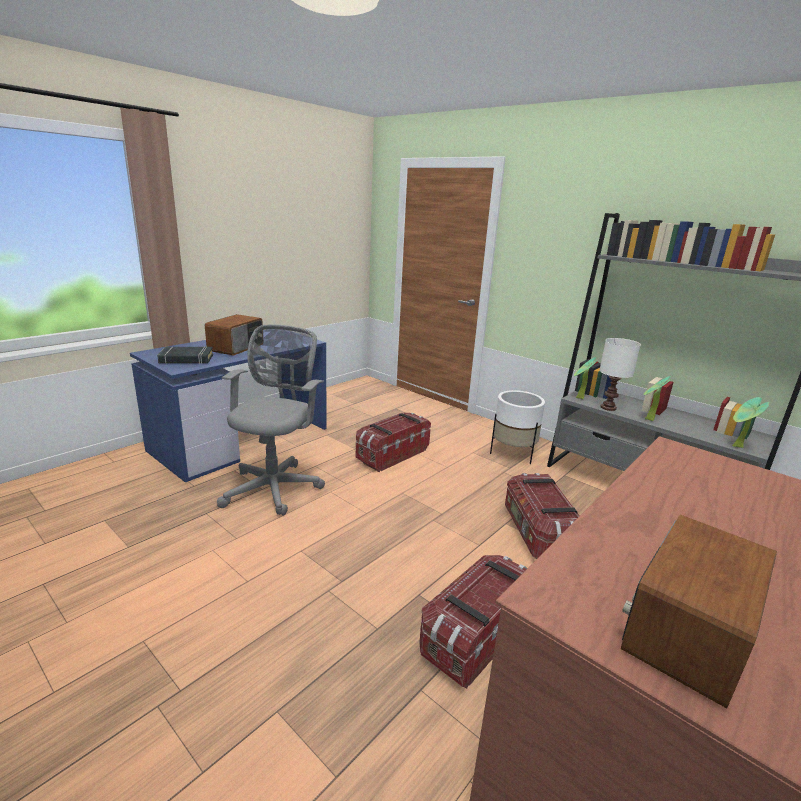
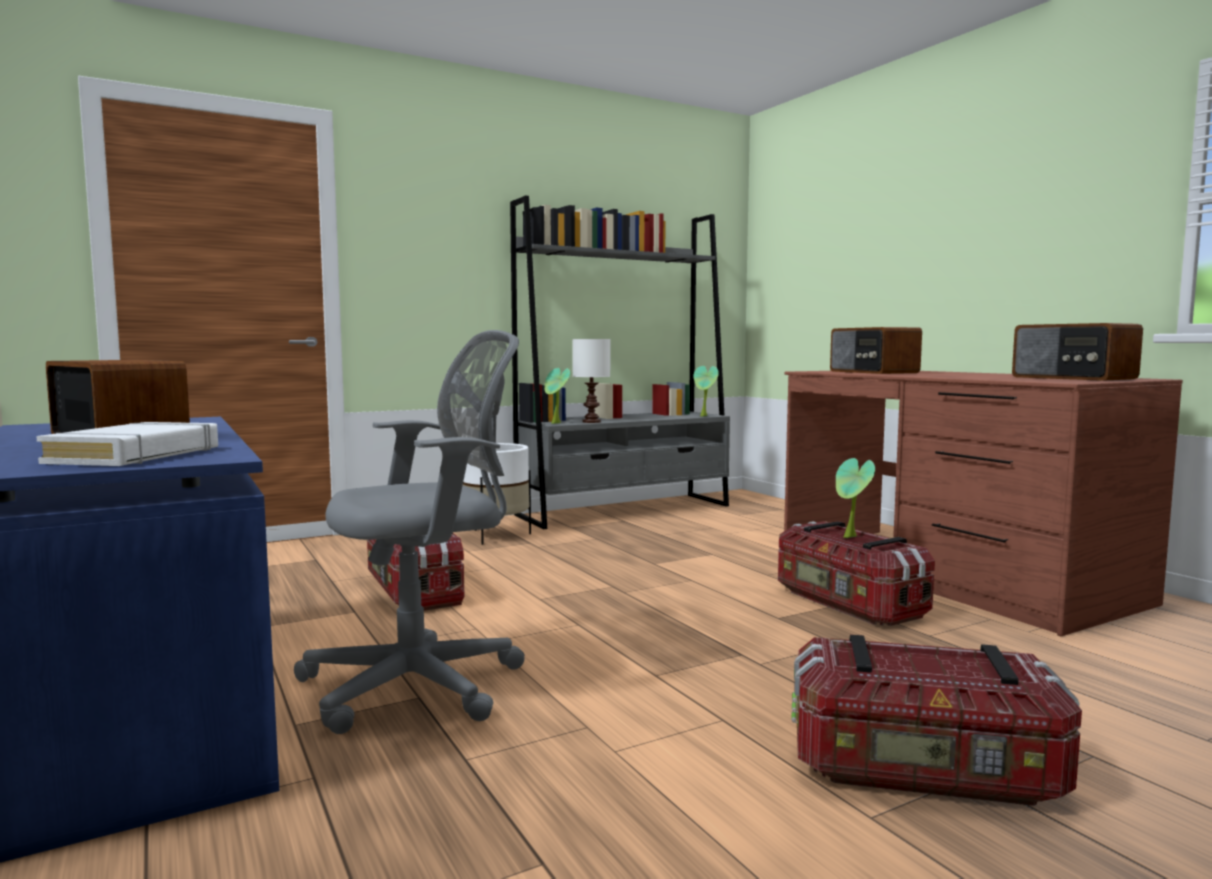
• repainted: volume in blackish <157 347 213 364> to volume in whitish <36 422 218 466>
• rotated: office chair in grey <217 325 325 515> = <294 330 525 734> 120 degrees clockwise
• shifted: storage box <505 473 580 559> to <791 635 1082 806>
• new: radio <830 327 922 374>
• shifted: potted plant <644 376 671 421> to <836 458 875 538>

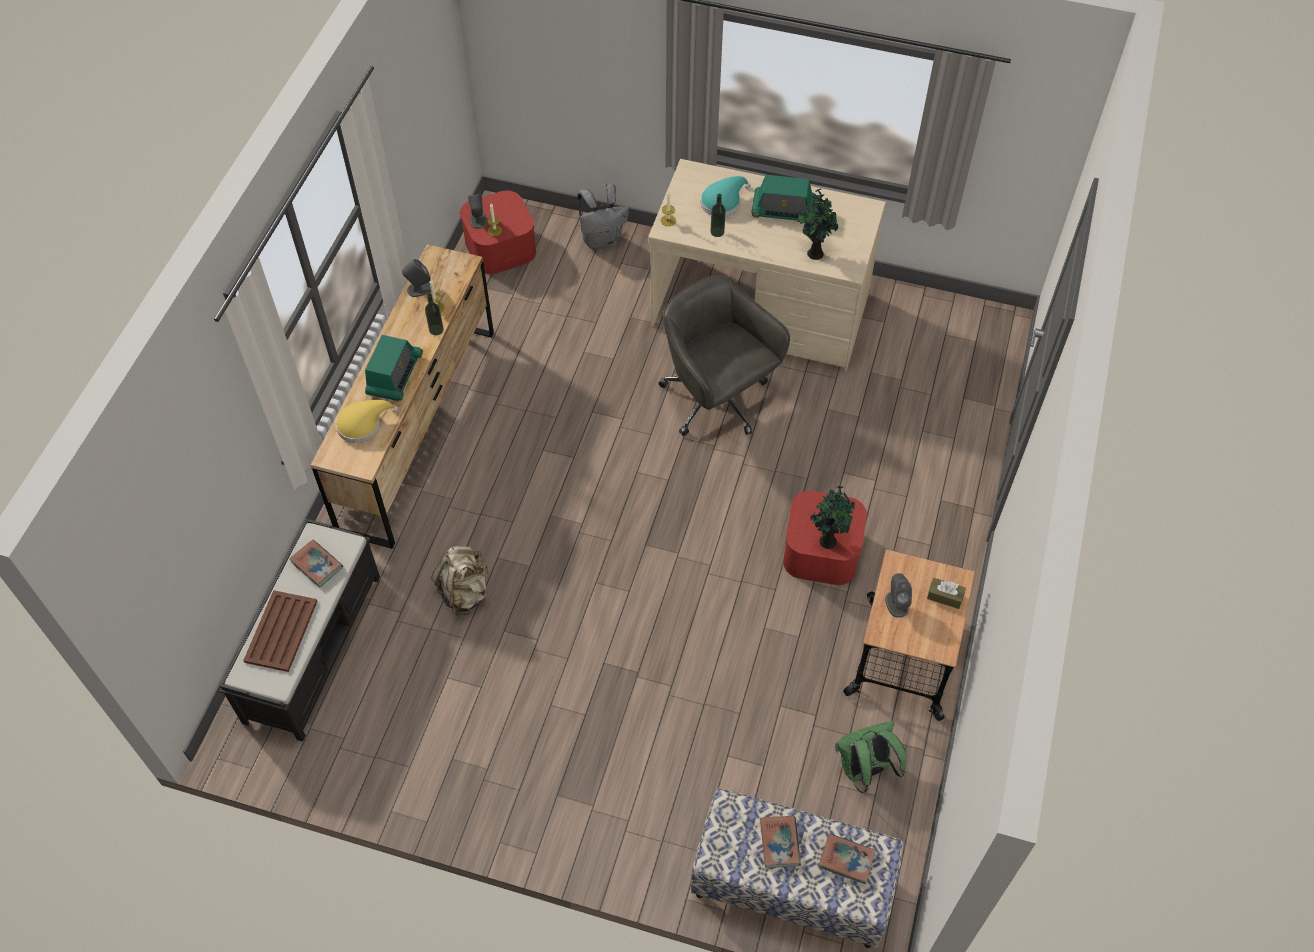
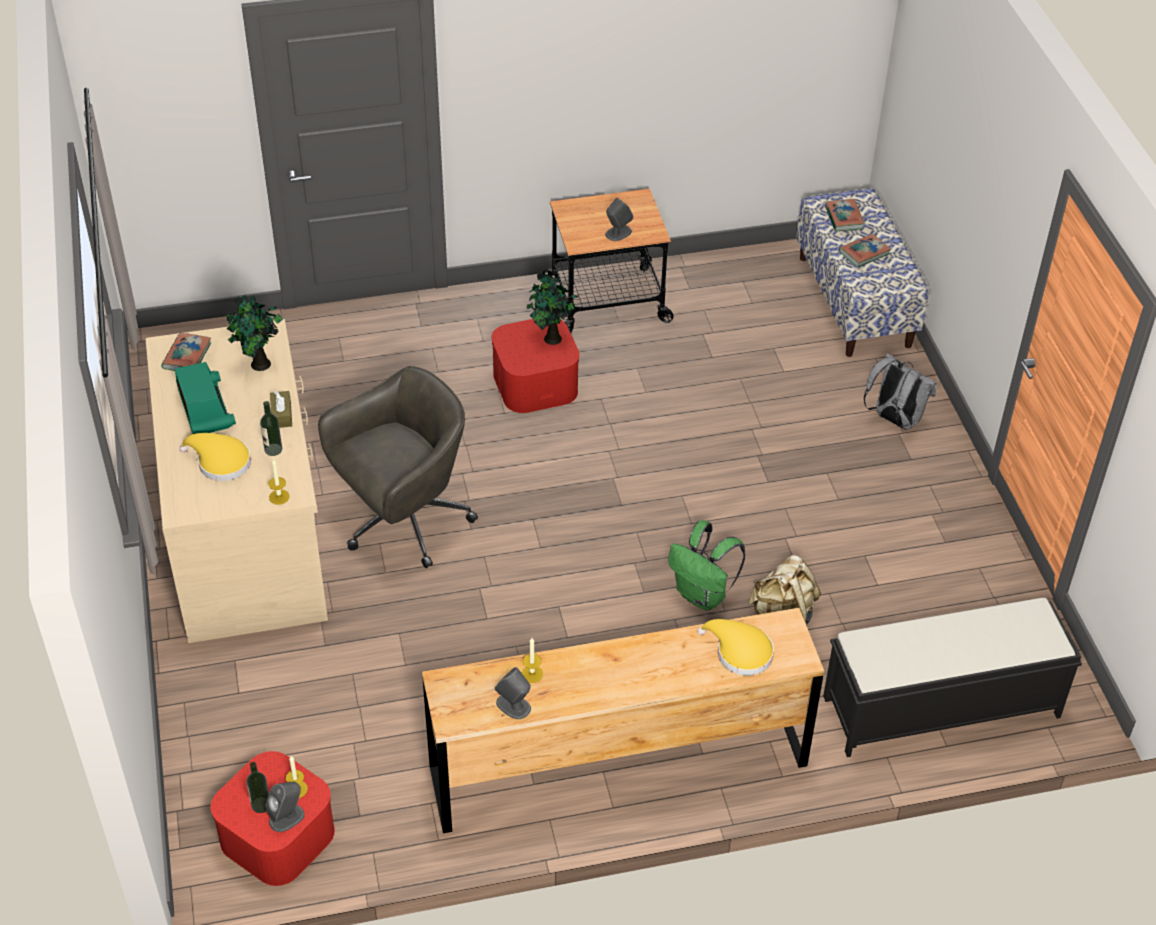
• shifted: volume <289 540 343 587> to <161 333 211 371>
• repainted: clothing hat in blue-green <701 176 750 217> to clothing hat in yellow-coloured <179 433 251 481>
• shifted: bottle <425 293 444 335> to <246 762 269 813>
• shifted: box of tissues in brown-coloured <927 578 966 609> to <270 391 292 428>
• rotated: office chair in grey <659 275 790 436> = <318 366 478 568> 150 degrees counterclockwise
• shifted: backpack in greenish <835 720 907 793> to <668 520 746 611>
• shifted: backpack in grey <577 183 629 250> to <864 353 937 430>
• gone: carrying tray in brown-coloured <243 590 317 672>
• gone: radio <365 335 423 401>

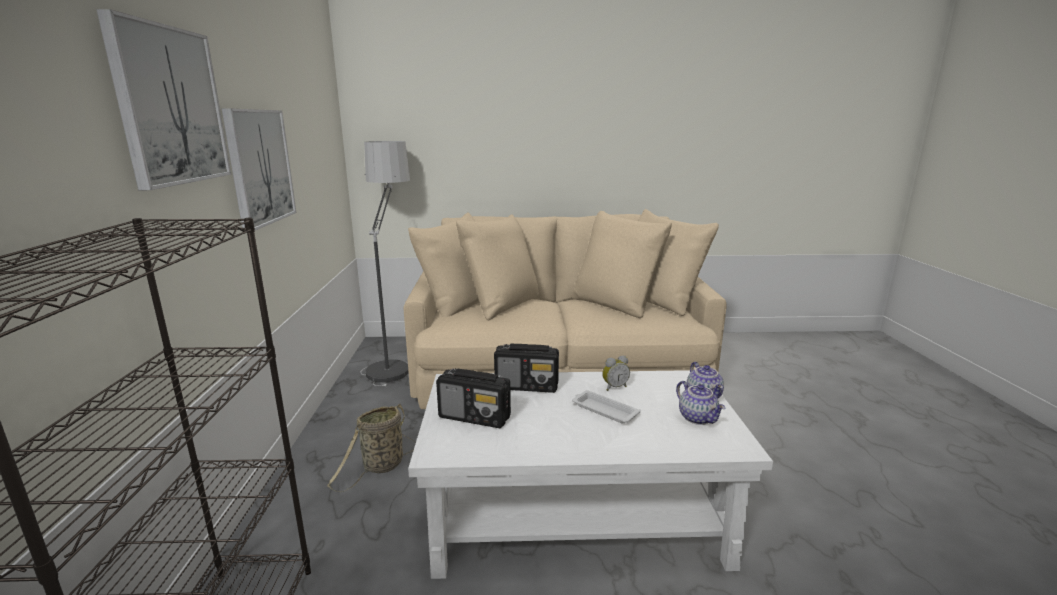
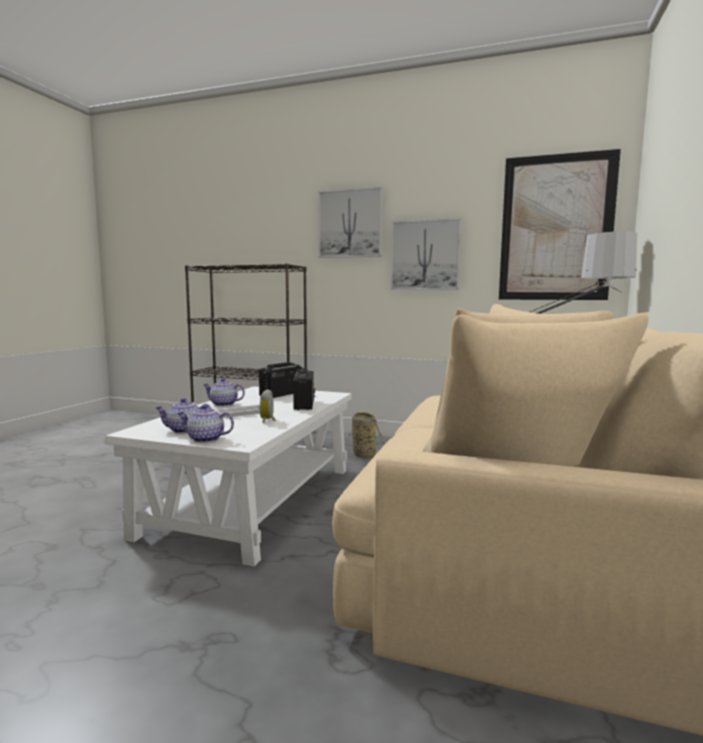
• new: tea pot <203 378 245 407>
• rotated: radio <494 344 559 393> = <293 368 315 410> 150 degrees clockwise
• new: picture <499 149 621 300>

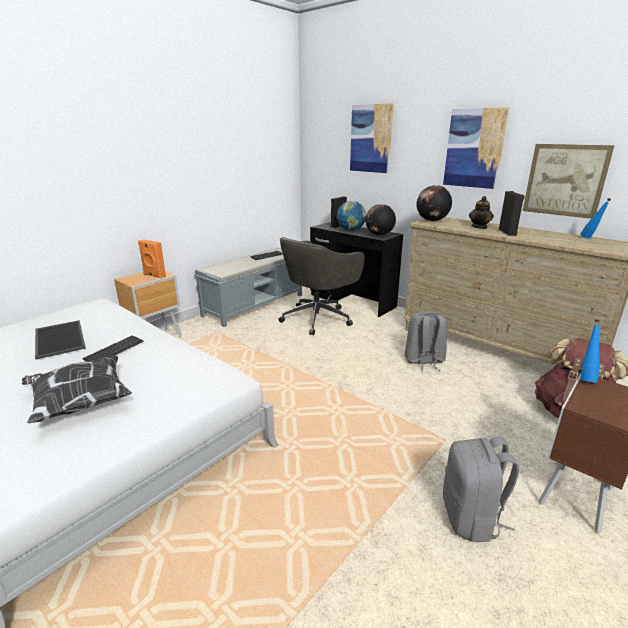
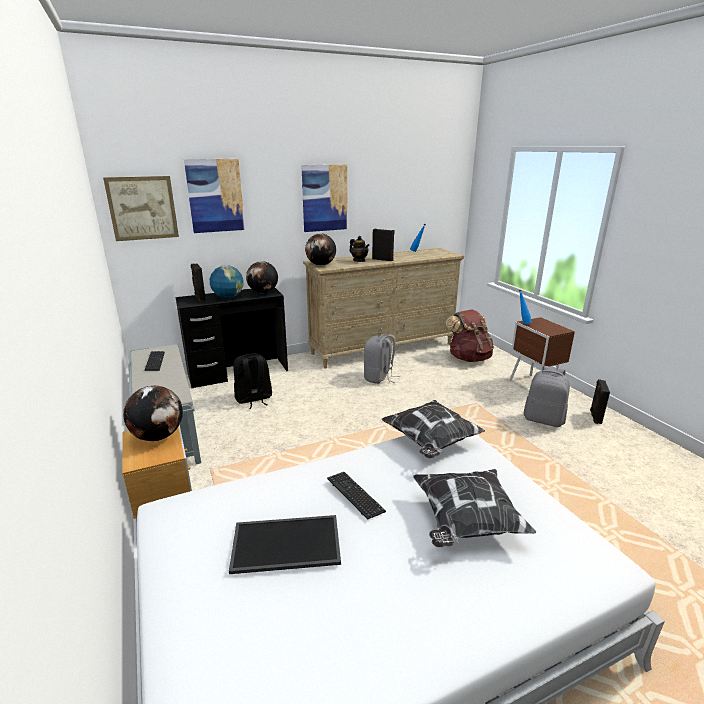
• shifted: picture <523 144 615 219> to <103 176 179 241>
• swapped: audio speaker in orangey <138 239 166 279> to desk globe <123 386 183 441>
• swapped: office chair in grey <279 237 365 335> to backpack in blackish <233 353 272 409>
• new: throw pillow <382 400 485 459>
• new: audio speaker in blackish <590 379 610 424>

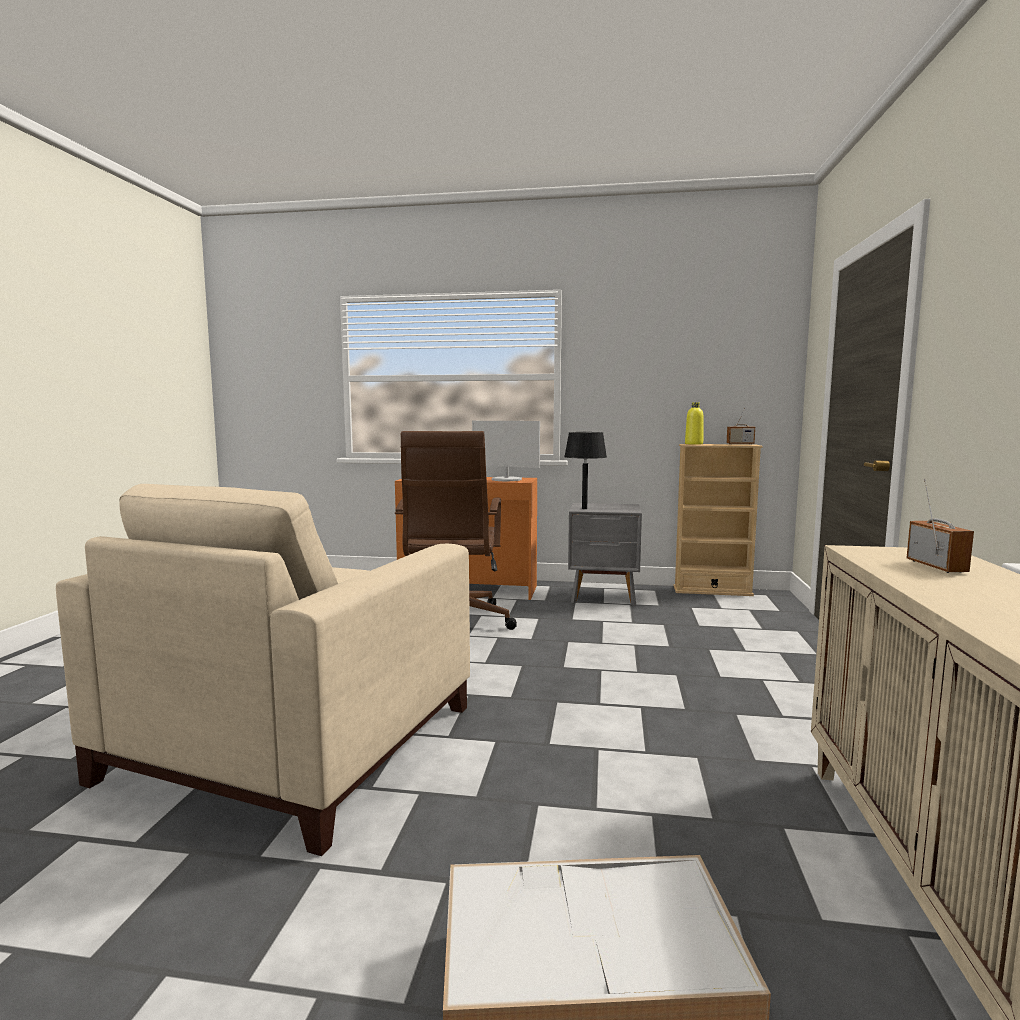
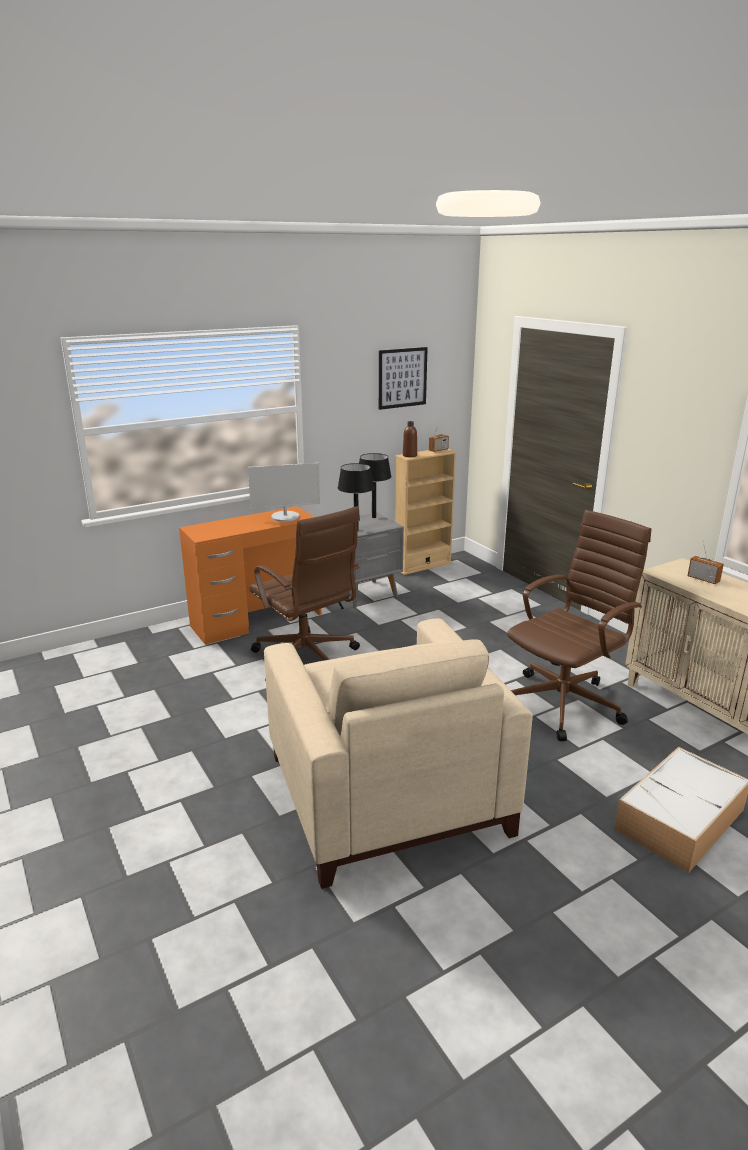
• new: table lamp in blackish <359 453 391 518>
• new: picture <379 347 428 410>
• repainted: bottle in yellow-coloured <685 402 704 445> to bottle in brown-coloured <403 421 417 457>
• new: office chair in brown-coloured <507 510 651 741>

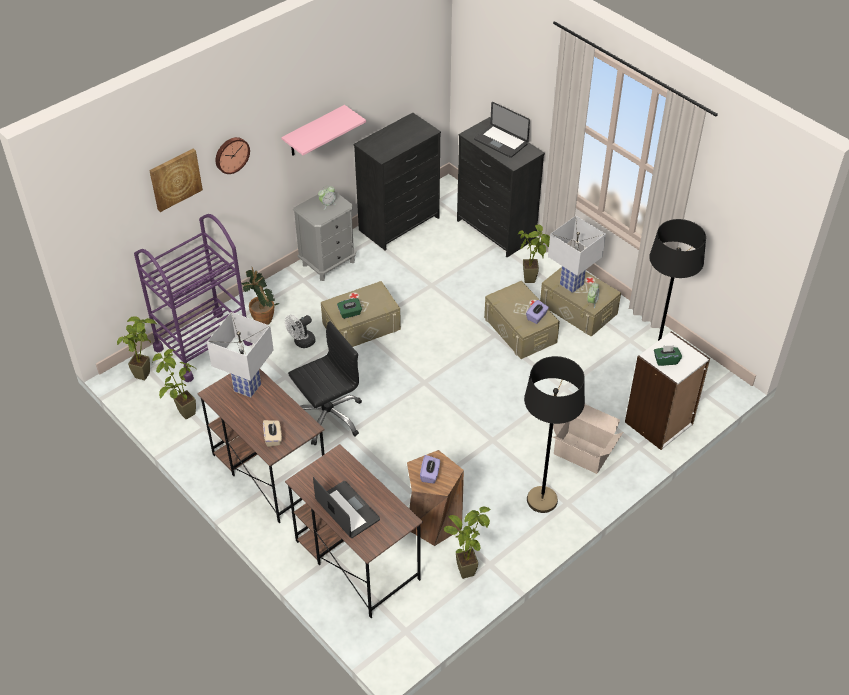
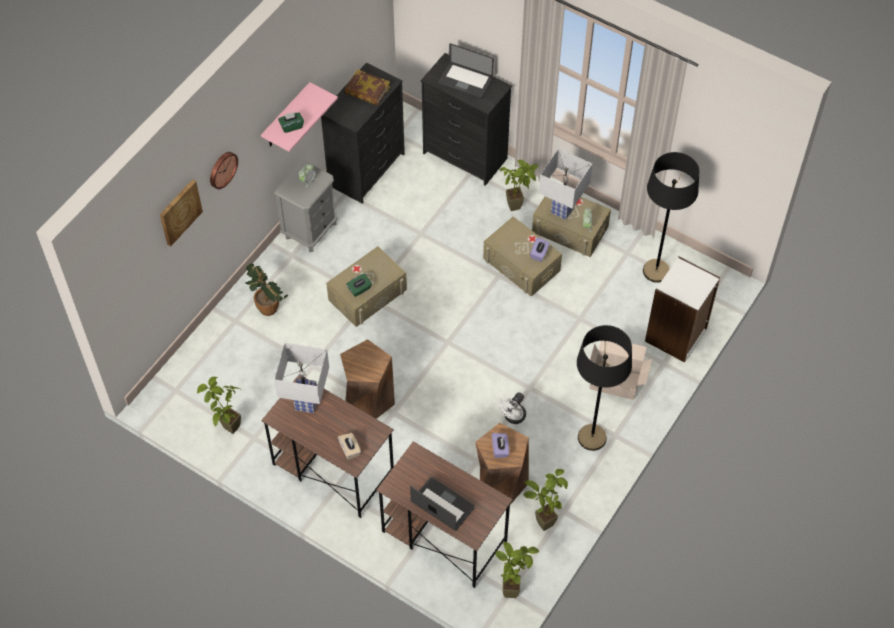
• shifted: box of tissues in greenish <654 345 682 366> to <278 112 304 133>
• swapped: office chair in blackish <288 321 362 446> to stool seat in brown-coloured <340 339 395 419>
• new: volume <344 69 390 106>
• shifted: potted plant <117 316 157 380> to <495 541 539 598>
• shifted: electric fan in whitish <285 315 315 348> to <498 392 526 424>
• gone: trolley in purple <134 214 253 382>

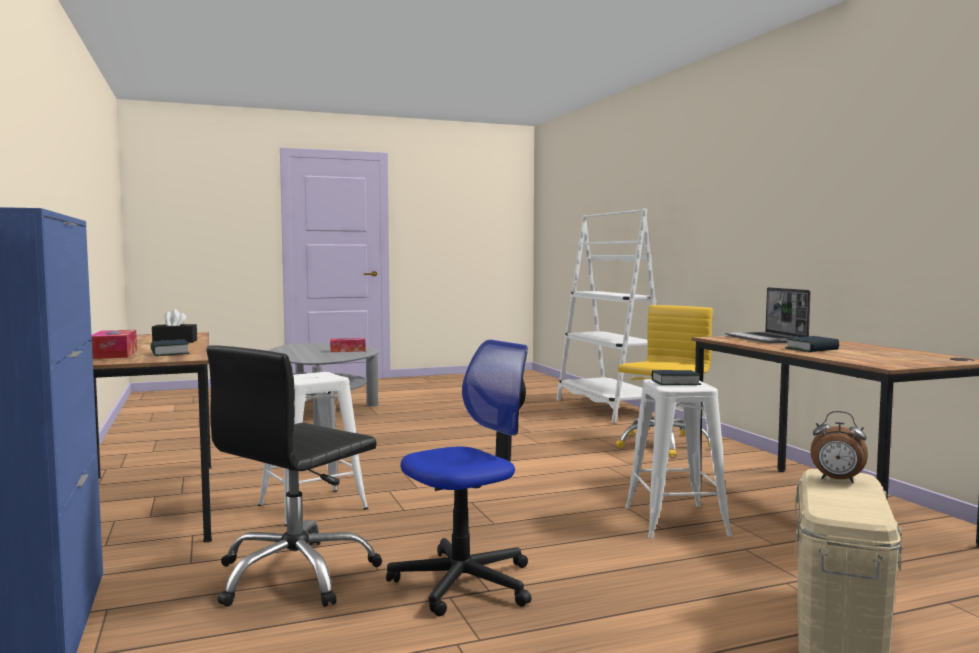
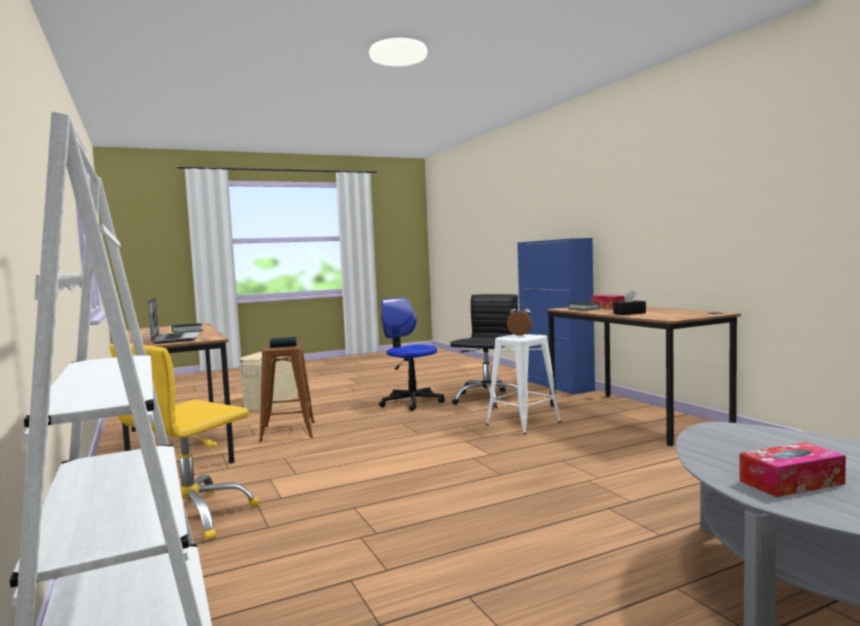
• repainted: stool seat in whitish <625 379 732 538> to stool seat in brown-coloured <259 342 315 442>
• rotated: office chair <386 340 532 616> = <379 298 445 411> 90 degrees clockwise
• shifted: bedside clock <810 411 868 483> to <507 302 532 336>

